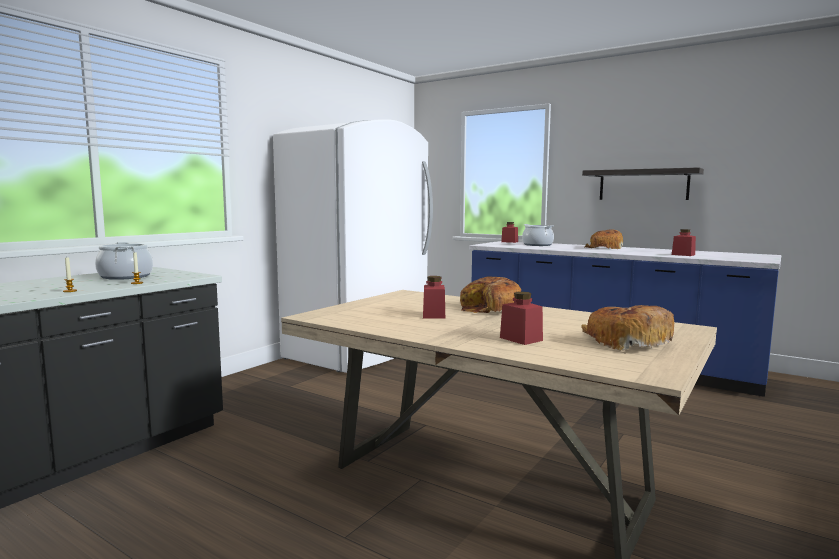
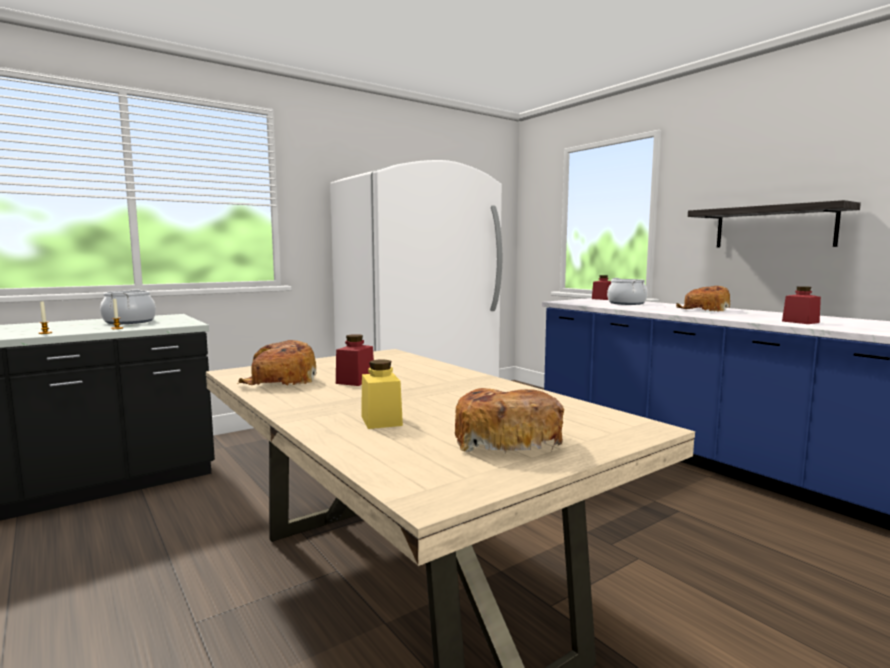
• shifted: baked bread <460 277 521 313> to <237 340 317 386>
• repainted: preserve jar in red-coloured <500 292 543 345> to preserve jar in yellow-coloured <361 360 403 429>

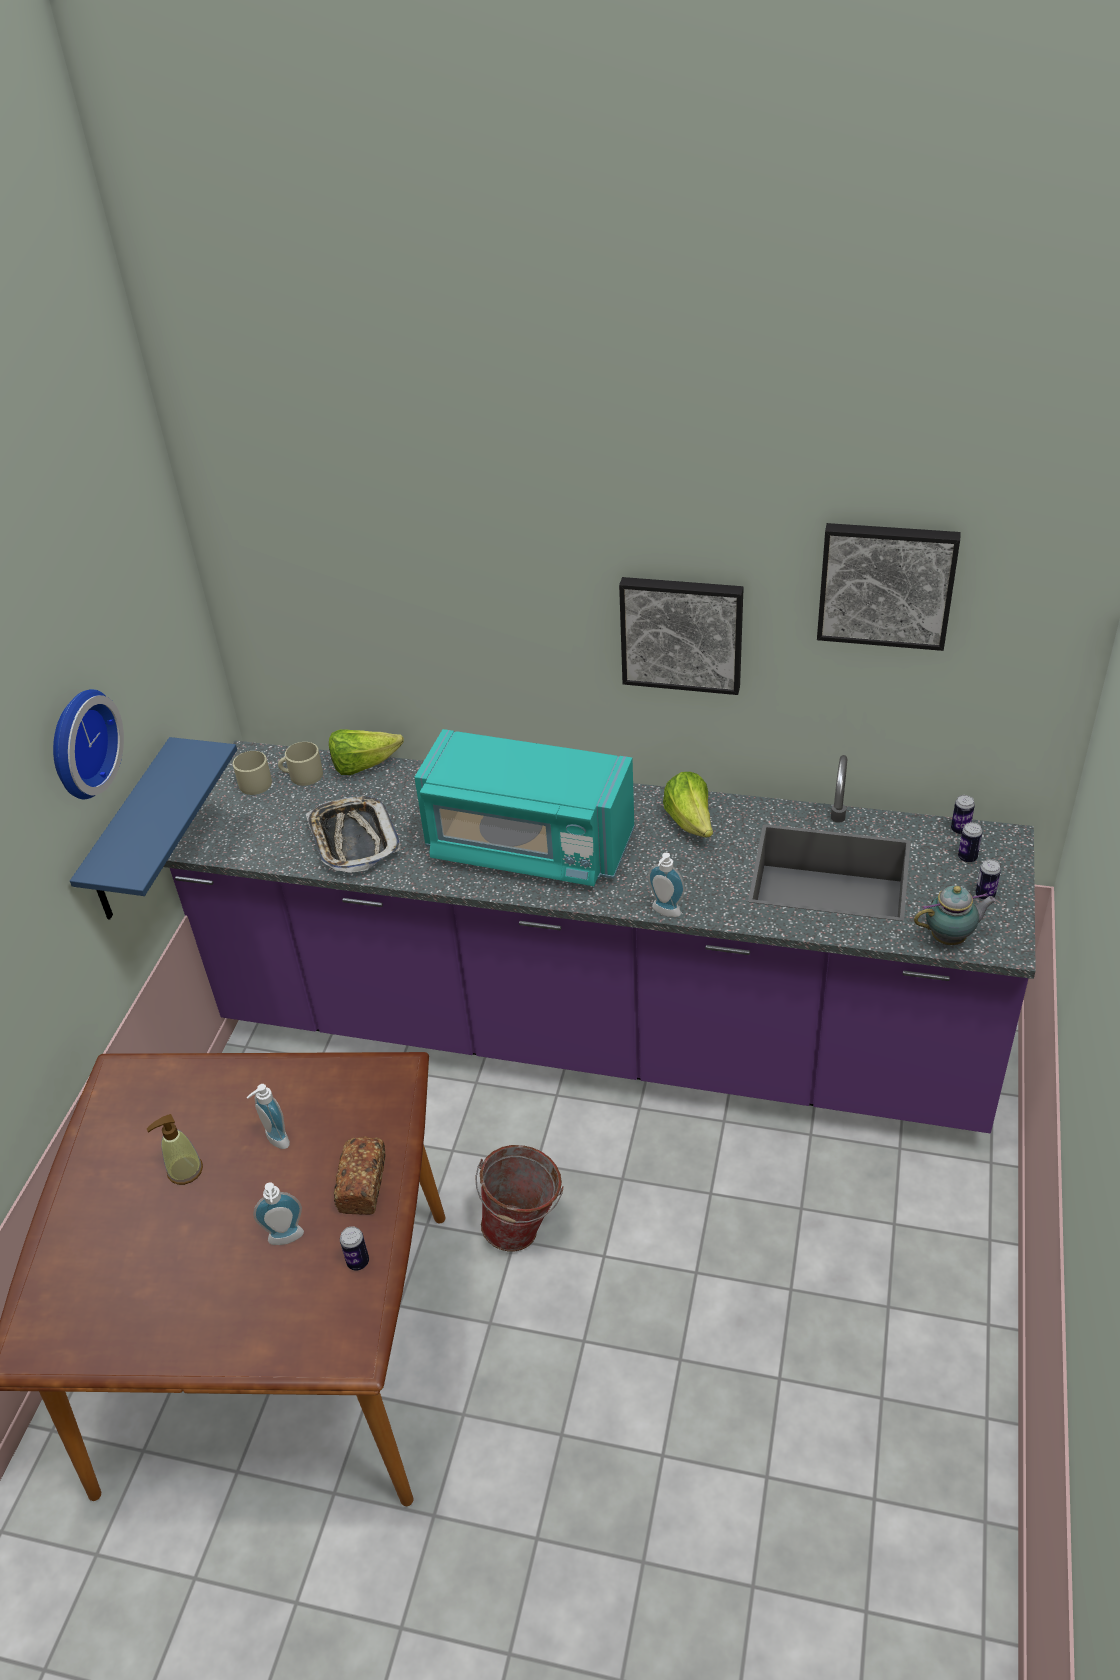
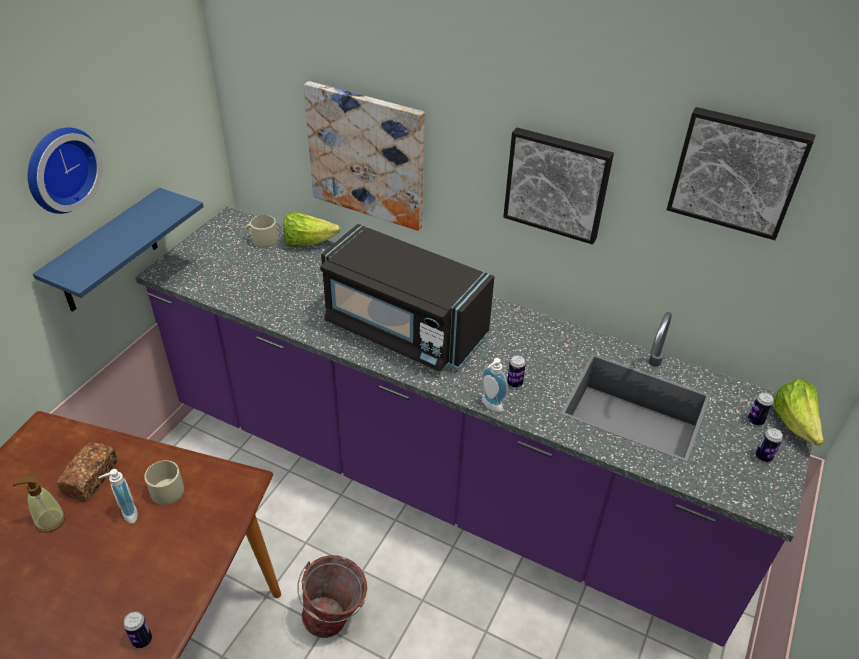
• shifted: baked bread <334 1136 386 1215> to <56 442 118 502>
• shifted: tea mug in beige-coloured <233 751 272 795> to <144 460 184 505>
• new: picture <304 81 425 231>
• repainted: microwave oven in blue-green <414 729 634 886> to microwave oven in blackish <320 224 494 372>
• shifted: sealed can <951 795 975 835> to <507 355 526 388>
• shifted: lettuce <663 772 713 837> to <773 379 824 445>
• gone: soap bottle <253 1182 304 1245>
• gone: carrying tray <306 796 401 873>
• gone: tea pot <914 886 996 945>

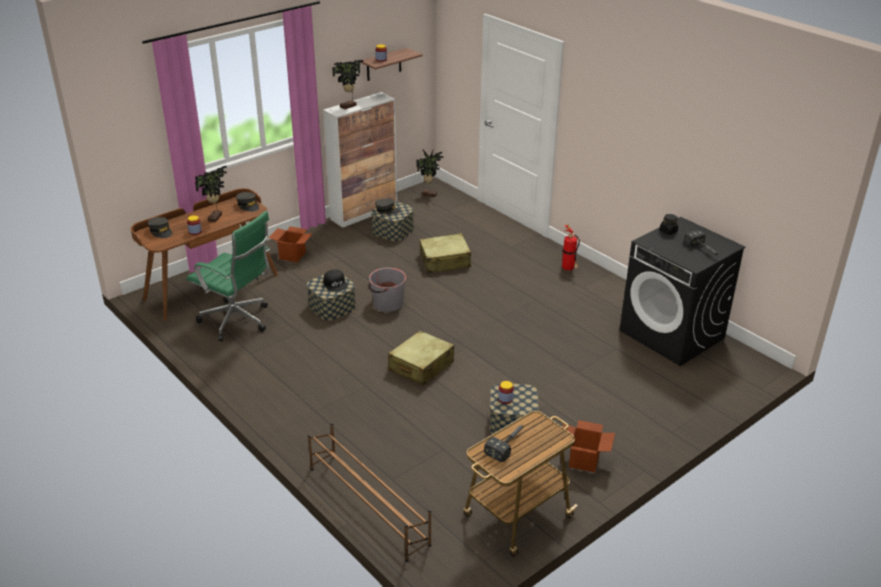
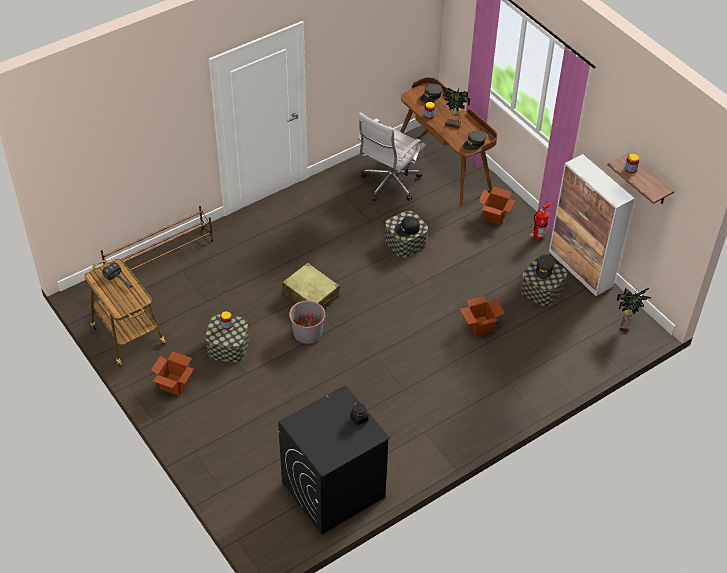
• shifted: bucket in grey <368 268 406 312> to <288 301 327 344>
• repainted: office chair in greenish <187 211 270 341> to office chair in whitish <357 112 426 201>
• swapped: piece of luggage in beige-coloured <419 233 471 273> to packing box <460 296 505 337>
• shifted: fire extinguisher <562 225 580 271> to <530 201 552 239>
• gone: potted plant <332 60 363 109>
• gone: tool hammer <684 230 719 256>

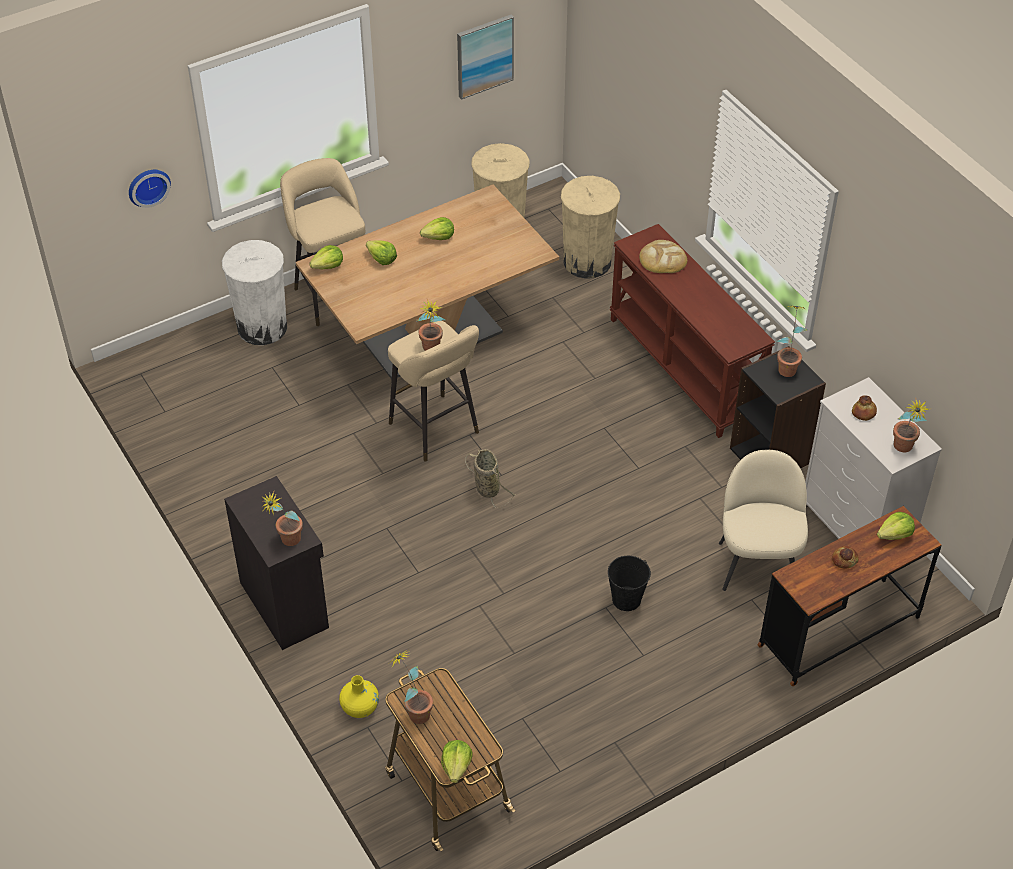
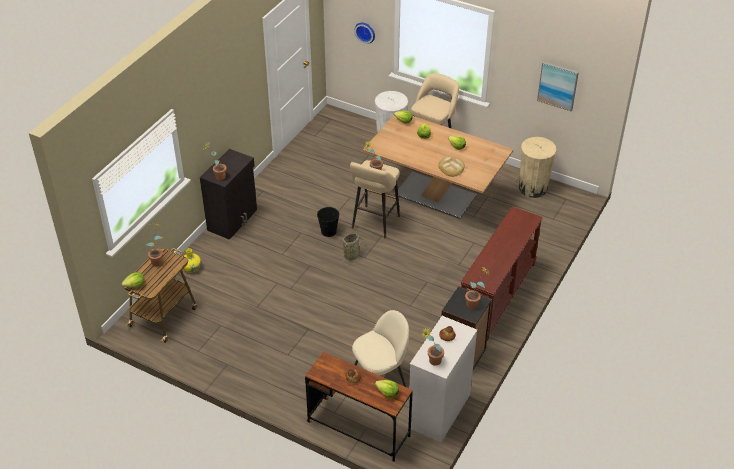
• shifted: bucket in blackish <608 556 651 611> to <317 207 339 237>
• shifted: baked bread <639 240 687 273> to <438 157 465 177>
• gone: rubbish bin in beige-coloured <561 176 620 279>

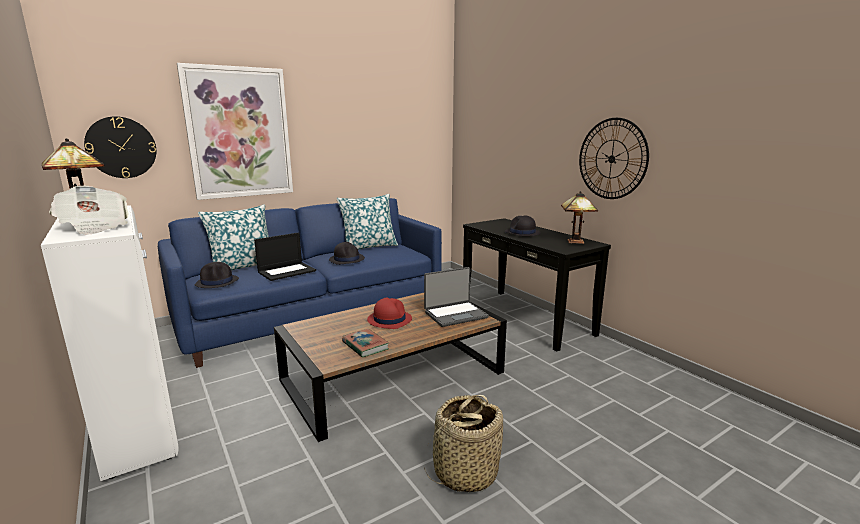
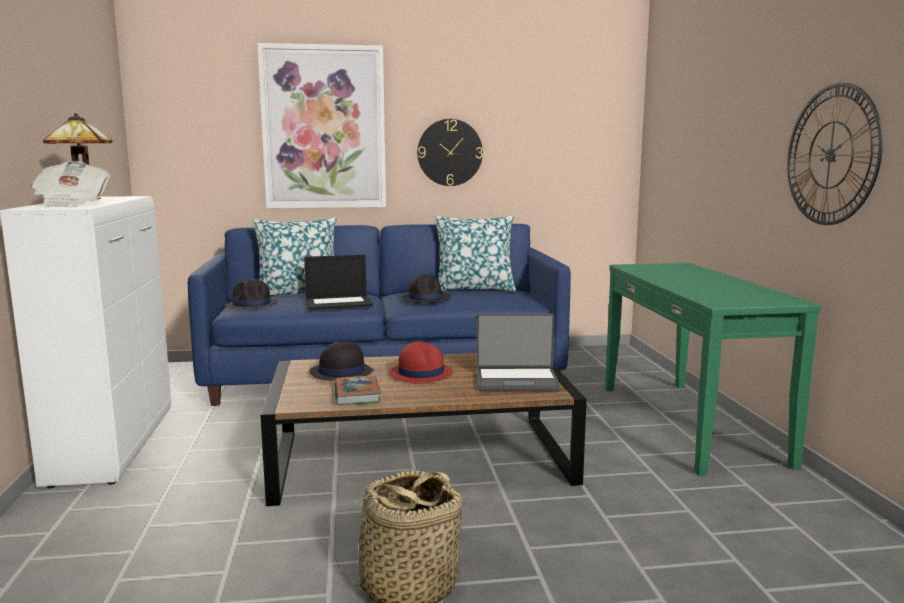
• shifted: clothing hat in blackish <505 215 541 236> to <309 341 373 381>
• shifted: clock on the wall <84 116 156 178> to <417 119 483 186>
• repainted: console table in blackish <463 218 611 352> to console table in greenish <605 263 821 476>
• gone: table lamp <561 191 598 244>

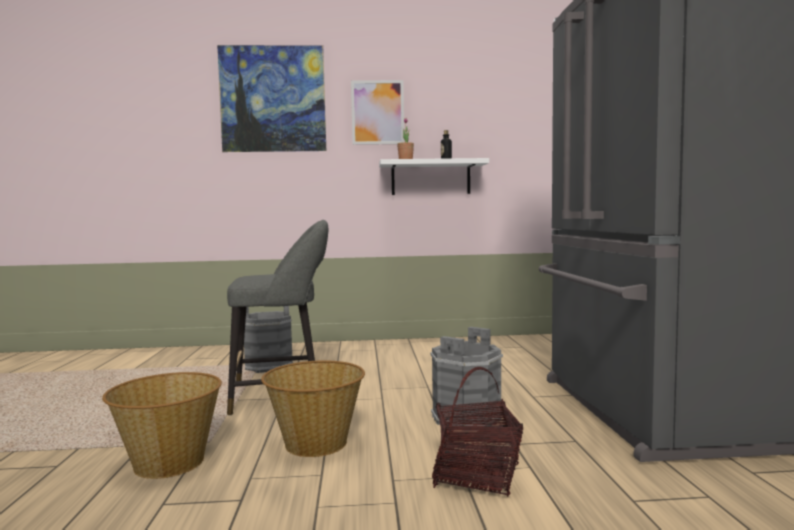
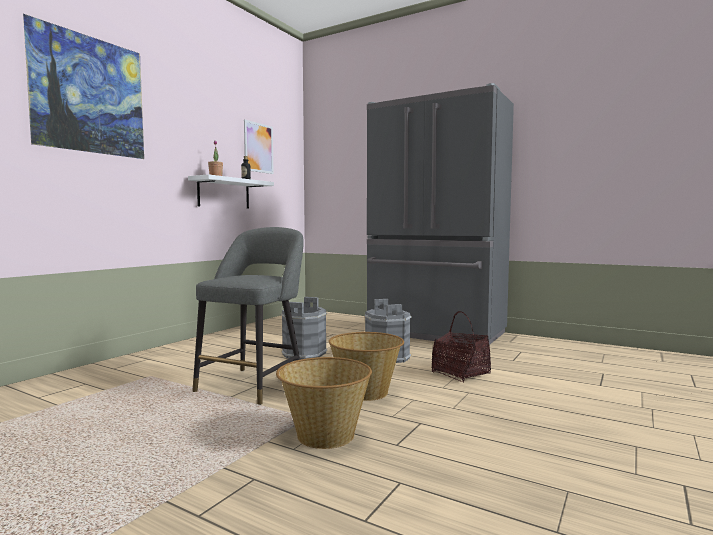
• shifted: picture <351 80 404 145> to <244 120 274 174>
• shifted: bucket in grey <244 306 293 373> to <281 297 327 360>

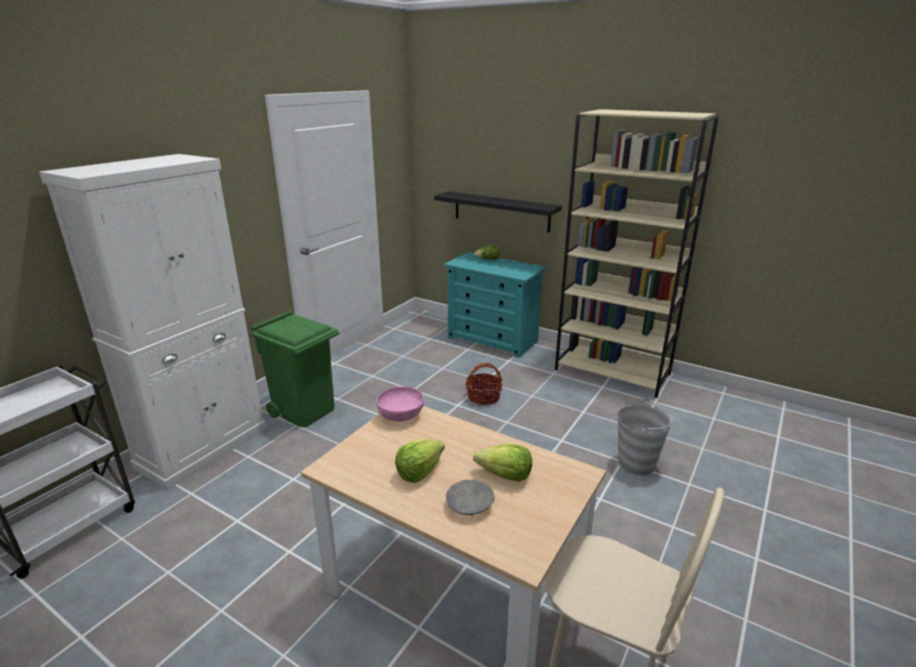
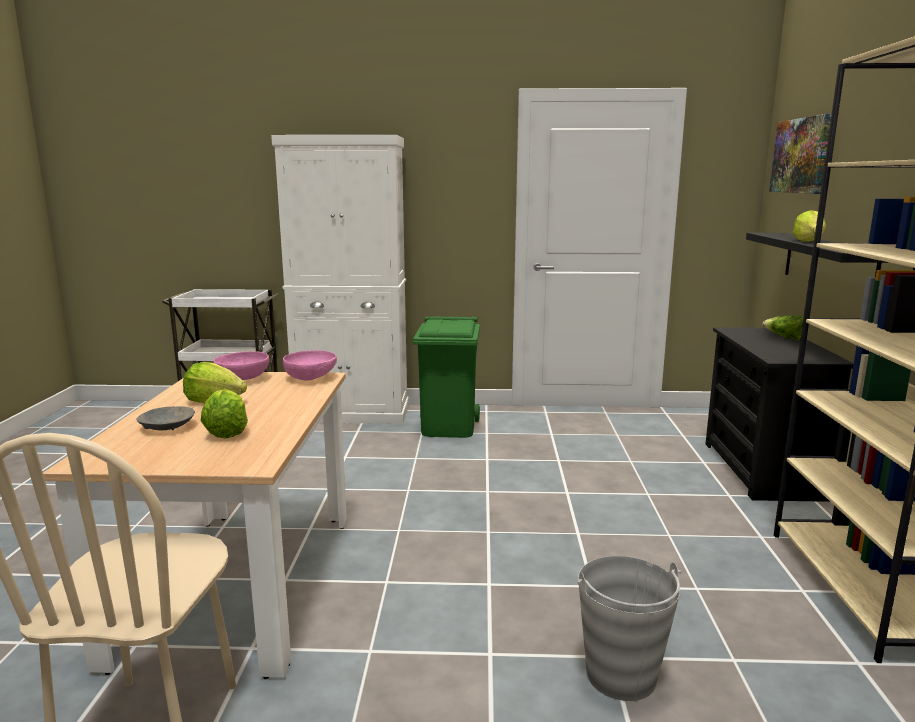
• new: bowl in pinkish <213 351 269 380>
• repainted: chest of drawers in blue-green <444 252 546 358> to chest of drawers in blackish <706 327 854 502>
• new: picture <769 114 832 194>
• new: lettuce <793 210 826 242>
• gone: household basket <465 363 503 405>

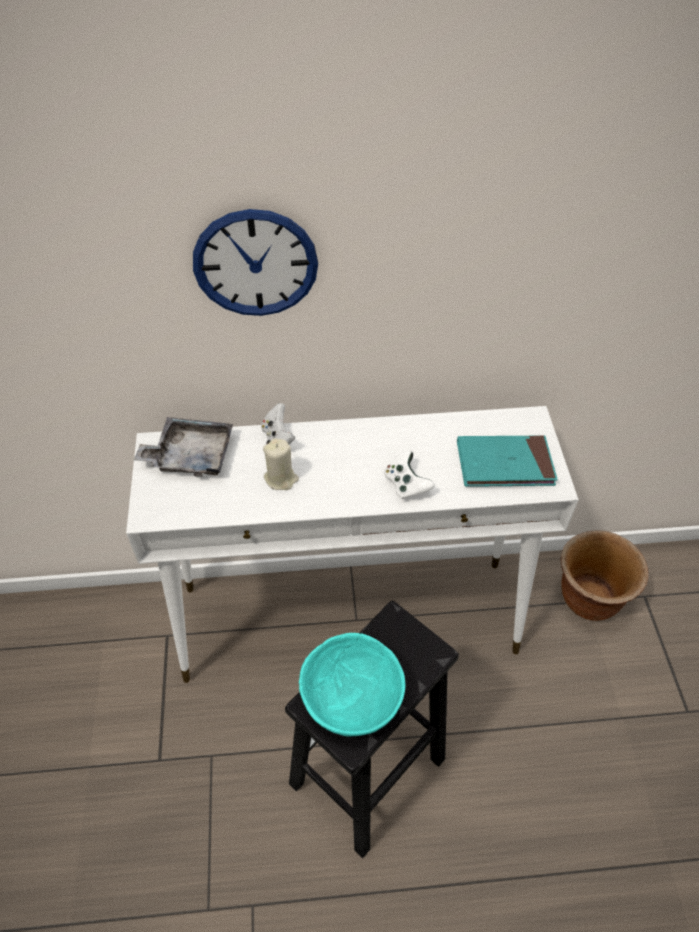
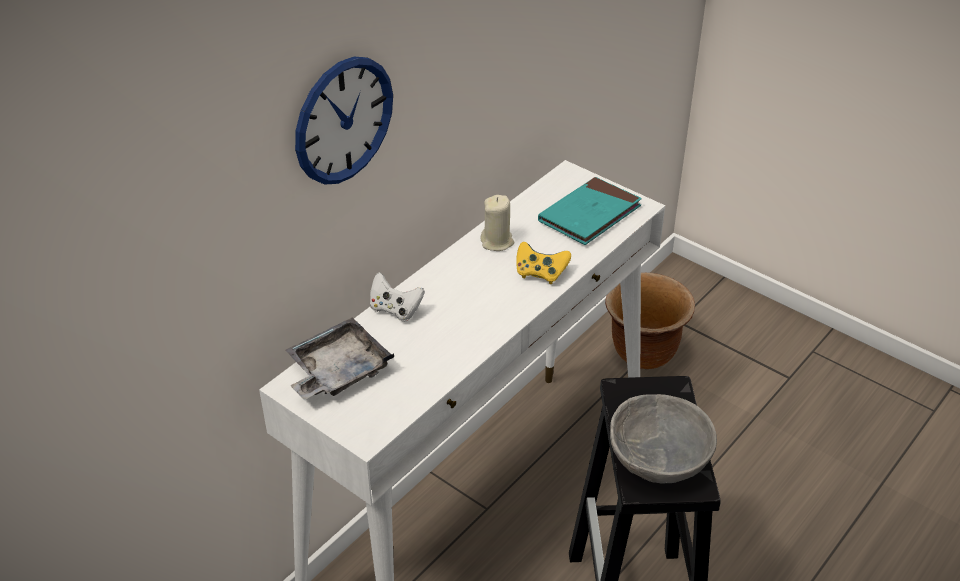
• shifted: wax light in beige-coloured <263 438 299 490> to <480 195 514 251>
• repainted: gamepad in whitish <384 450 434 499> to gamepad in yellow-coloured <516 242 571 284>
• repainted: bowl in blue-green <299 633 405 736> to bowl in grey <610 394 717 483>

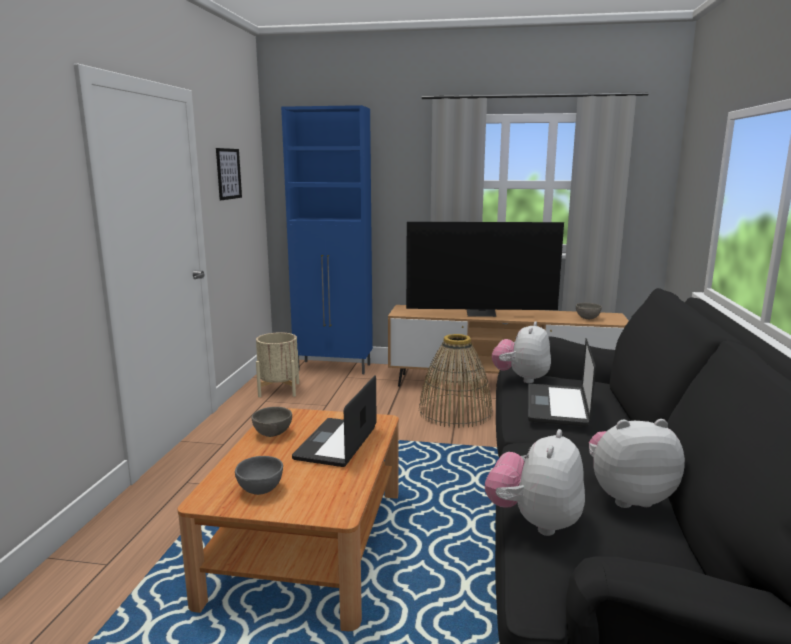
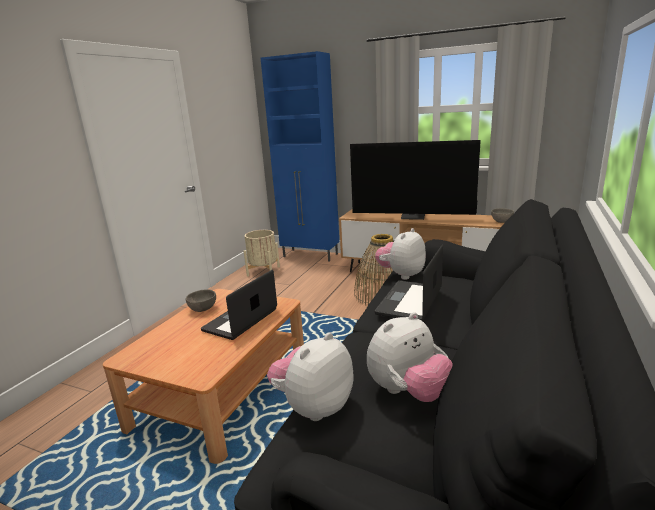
• rotated: soft toy <589 419 685 508> = <367 312 453 402> 135 degrees clockwise
• gone: picture <216 148 242 200>
• gone: bowl in grey <235 456 283 495>

